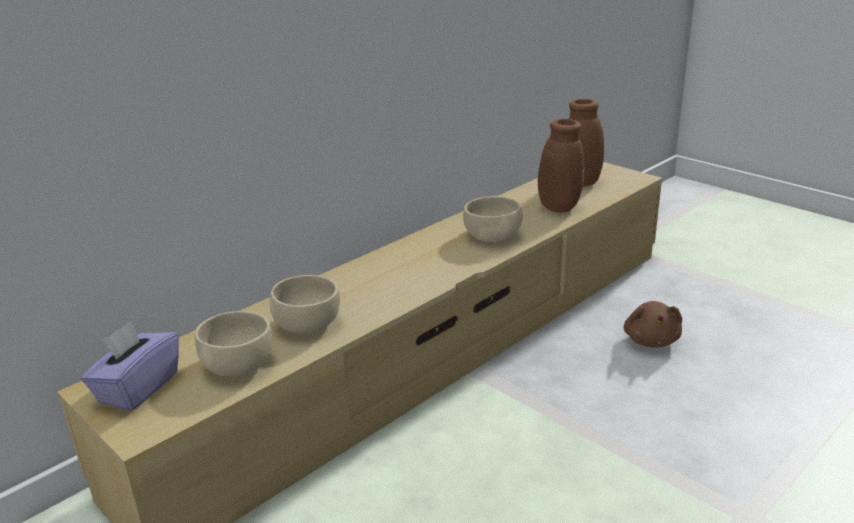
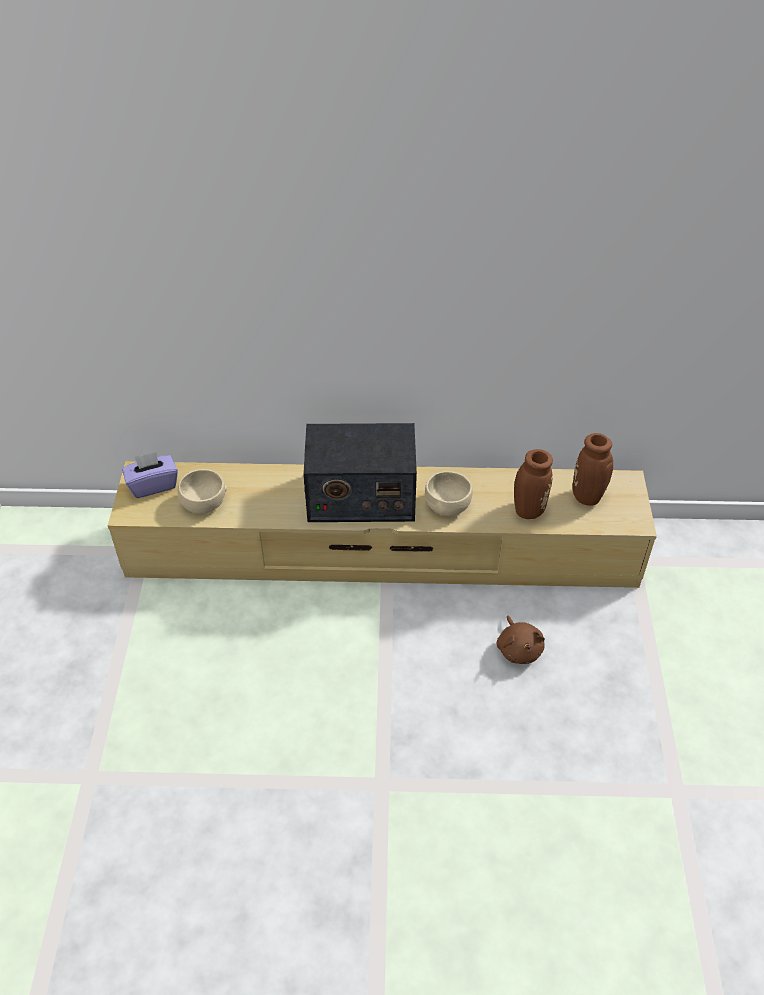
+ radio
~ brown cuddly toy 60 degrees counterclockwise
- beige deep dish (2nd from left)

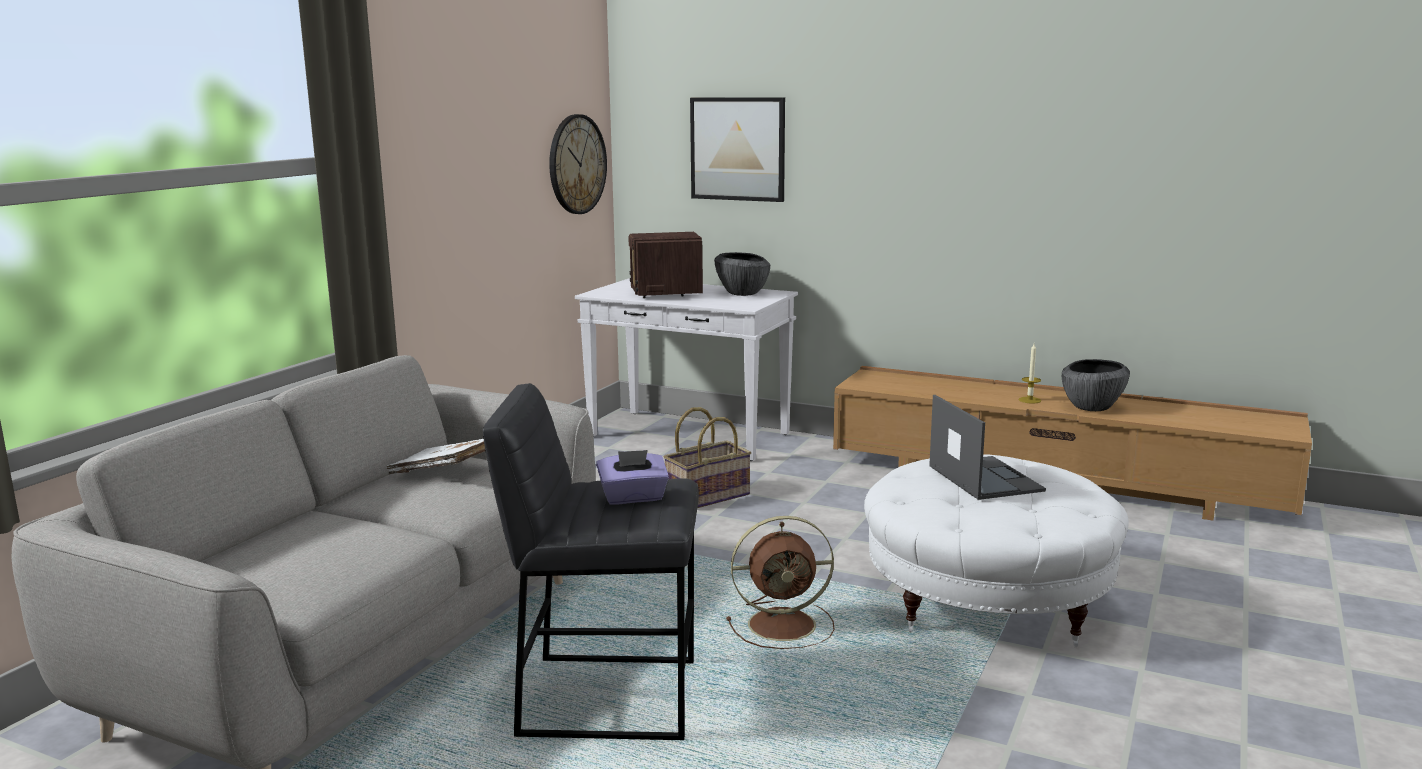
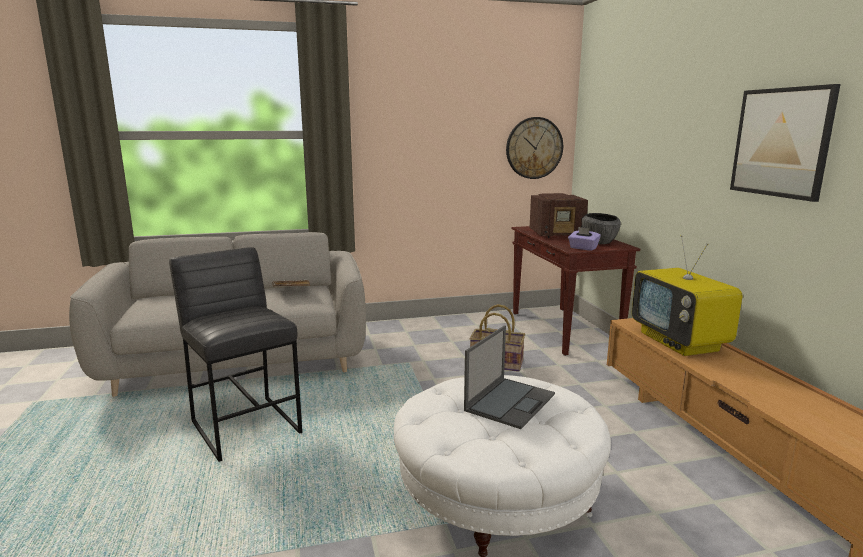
~ whitish narrow table to brown narrow table
~ radio 135 degrees counterclockwise
~ purple-coloured tissue holder
+ television
~ wall picture
- brown electric fan
- wax candle
- deep dish (2nd from left)

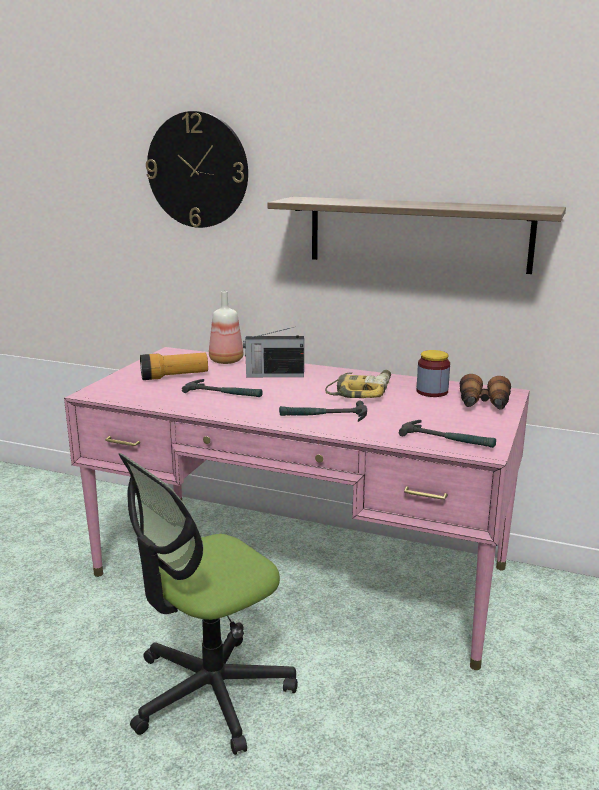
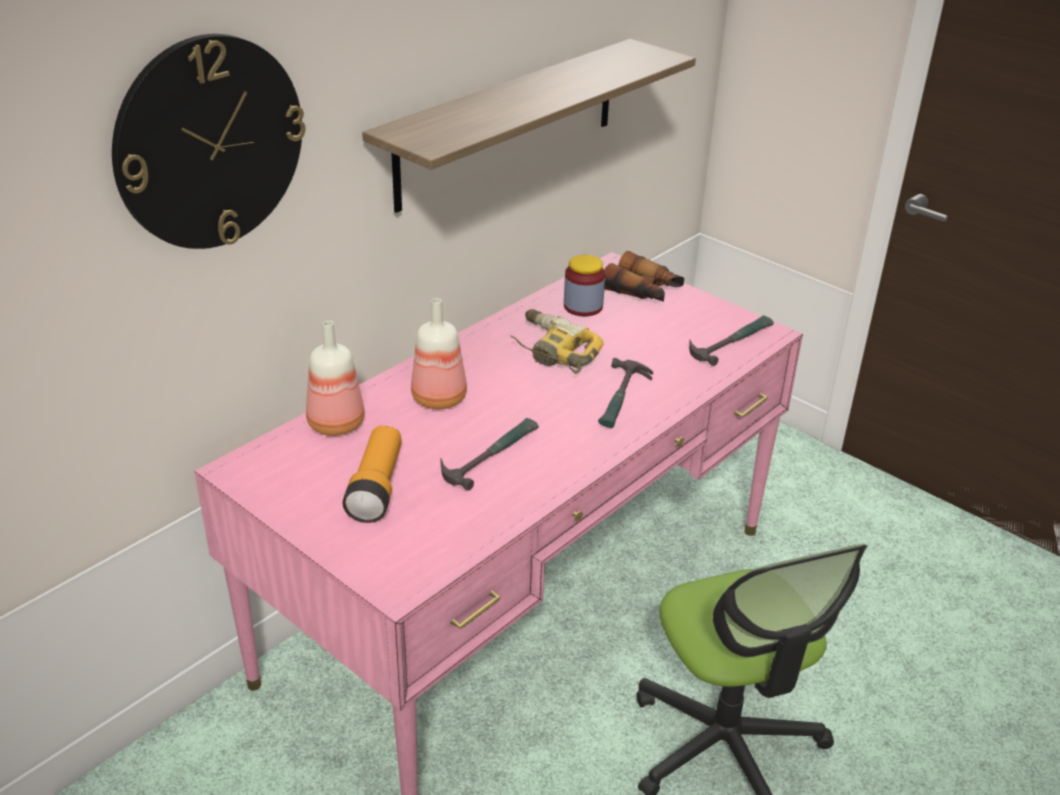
~ radio to bottle (2nd from left)

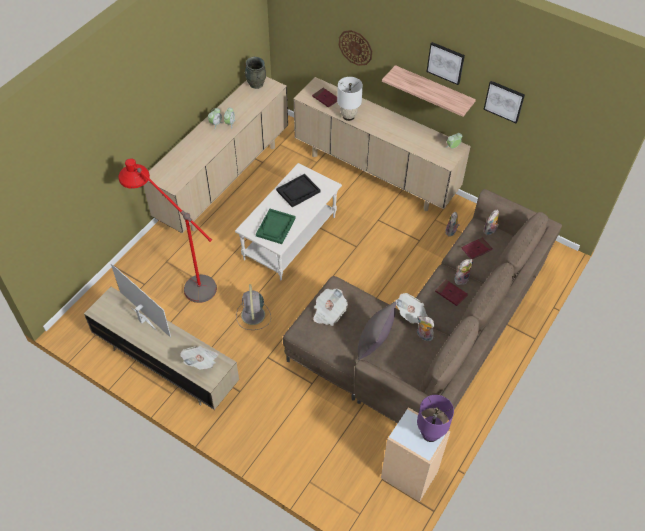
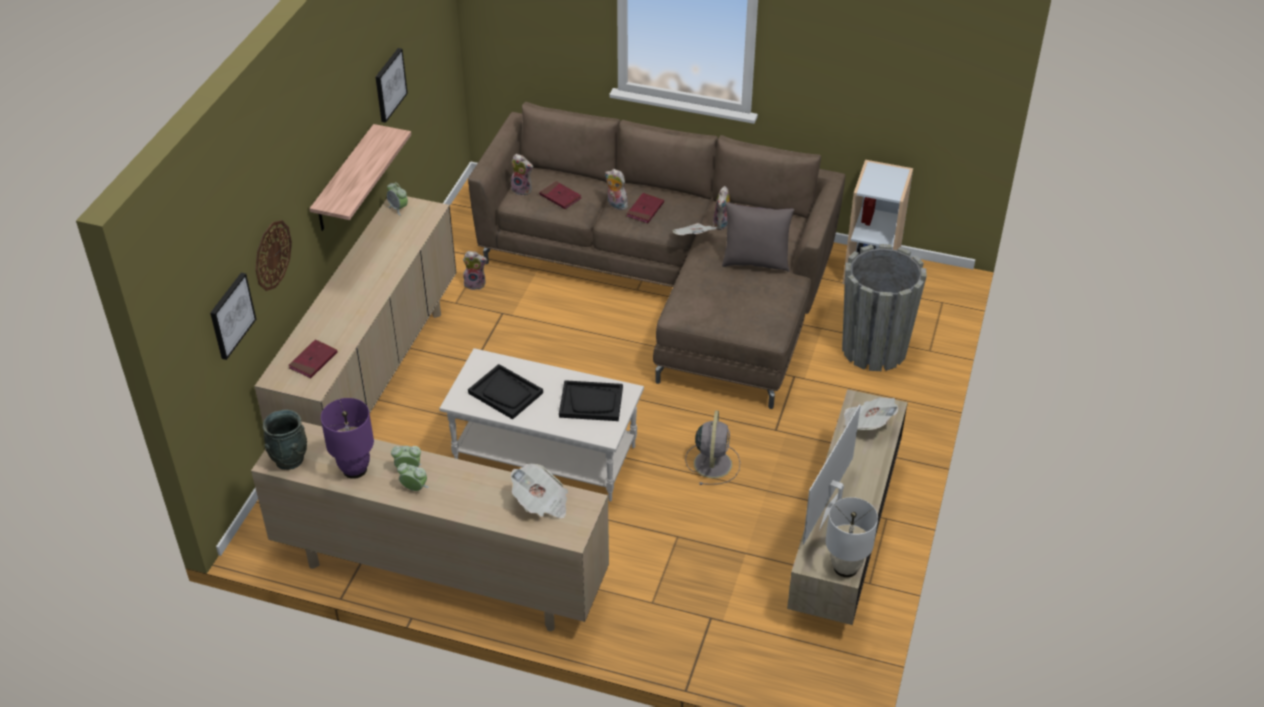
~ wall picture (1st from left)
~ purple-coloured tabletop lamp
~ newspaper (2nd from left in the first image) to newspaper (1st from left)
~ greenish serving tray to black-coloured serving tray (2nd from left)
~ grey electric fan 60 degrees counterclockwise
~ whitish tabletop lamp
+ grey planter
- red standard lamp

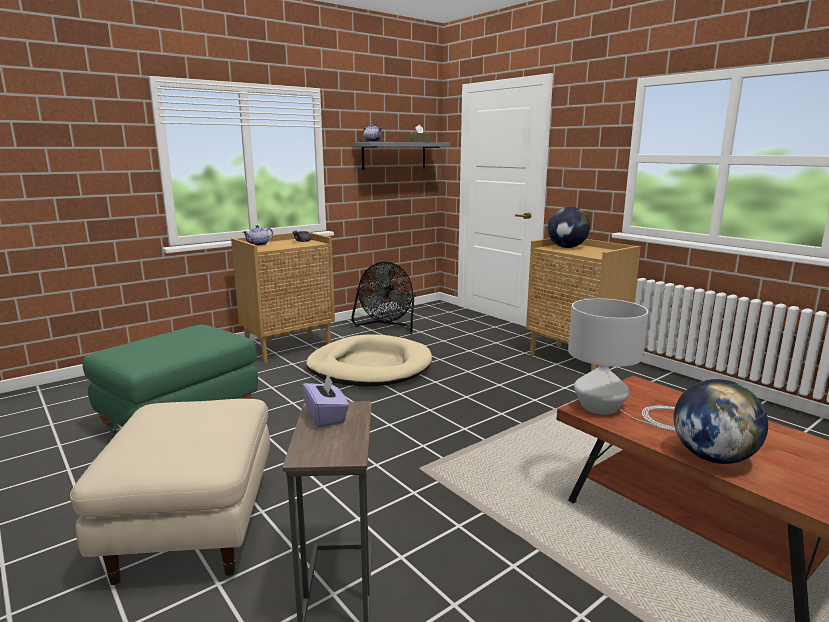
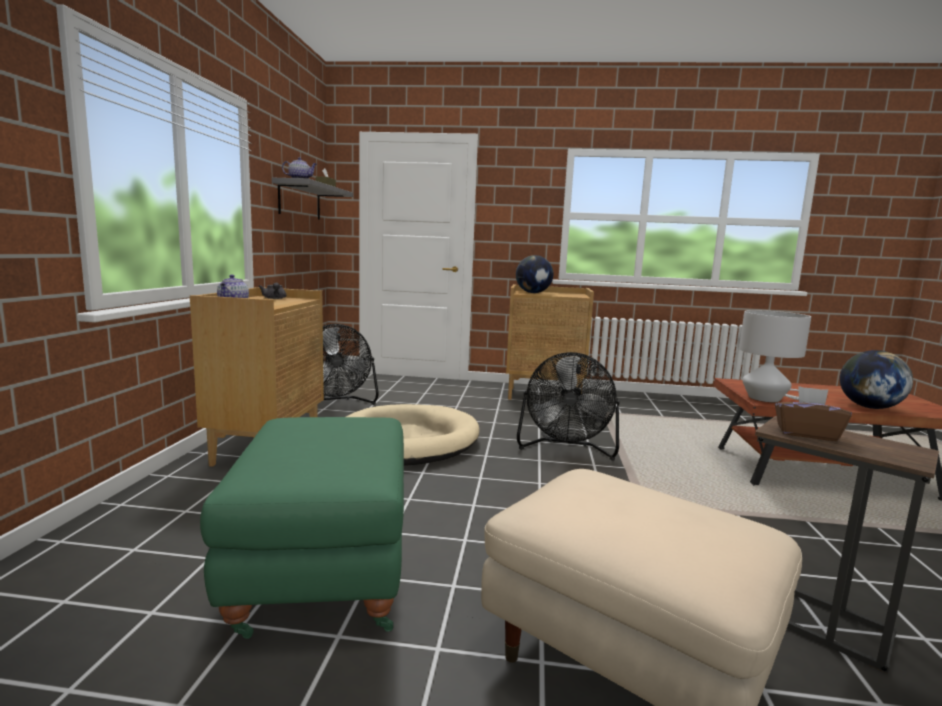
+ black-coloured electric fan (2nd from left)
~ purple-coloured tissue holder to brown tissue holder (2nd from left)

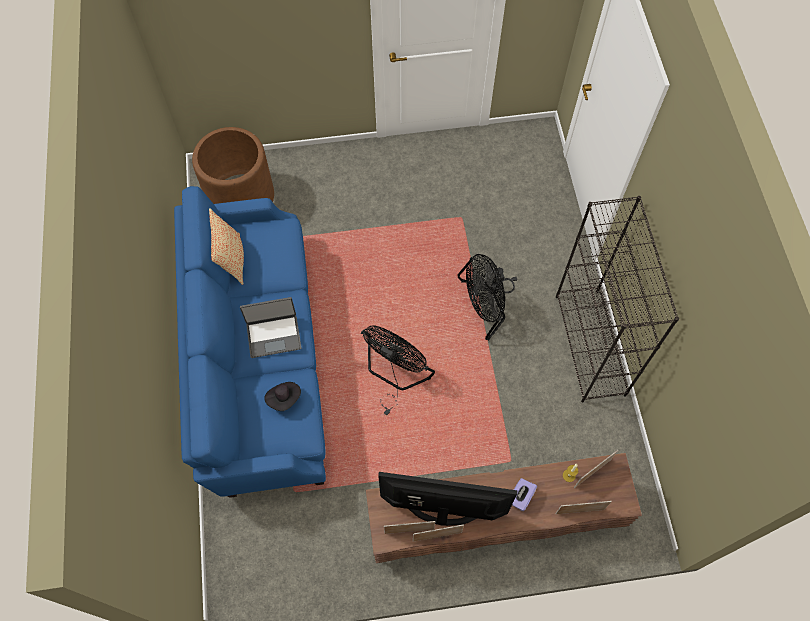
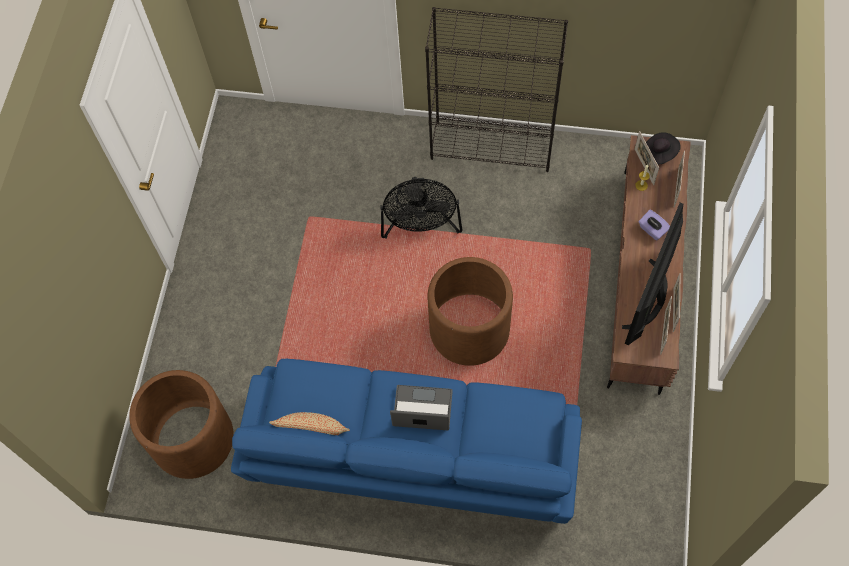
~ portable computer 90 degrees counterclockwise
~ black-coloured electric fan (1st from left) to brown planter (2nd from left)
~ black-coloured hat

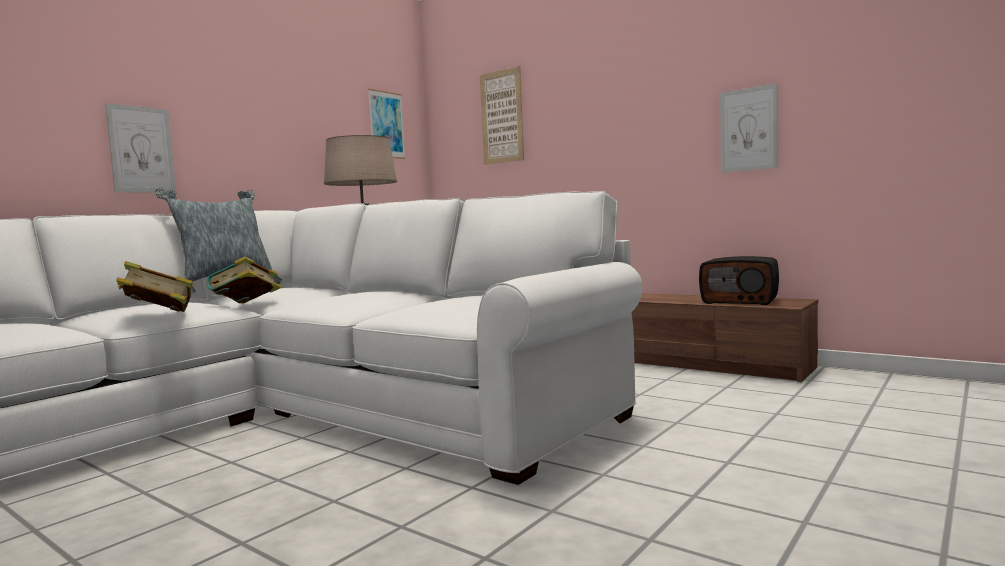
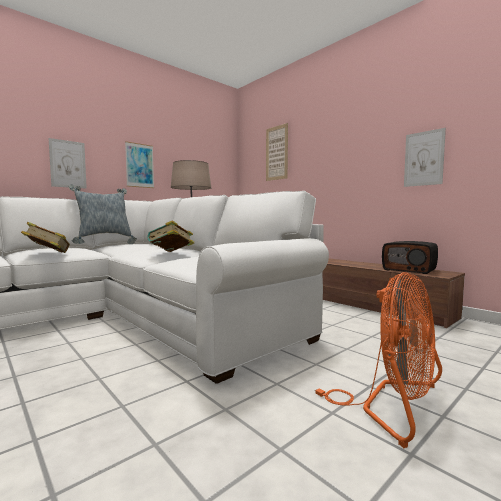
~ wall picture (2nd from left)
~ bound book (2nd from left)
+ orange-coloured electric fan

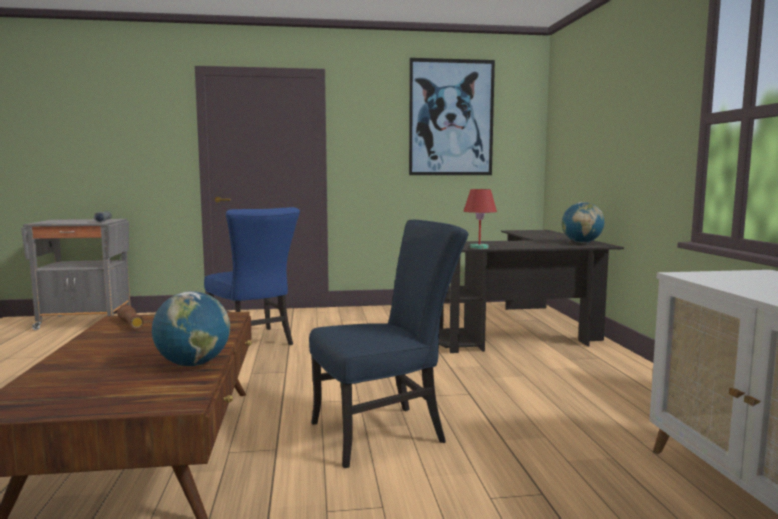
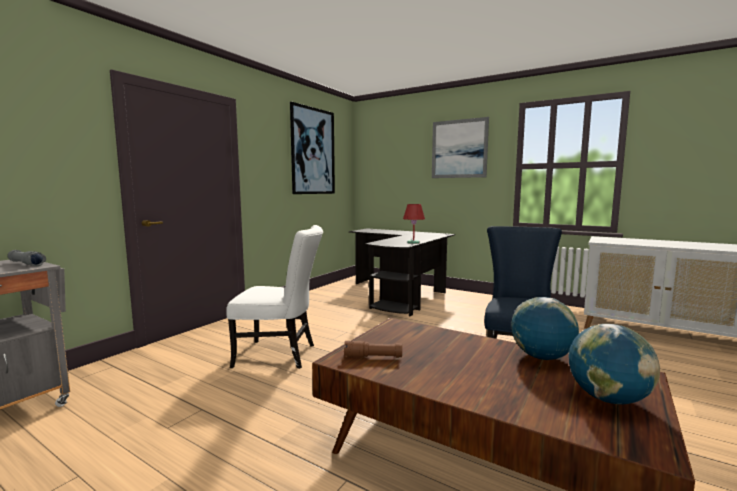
~ blue chair (1st from left) to whitish chair
+ wall picture (2nd from left)
~ world globe (2nd from left)

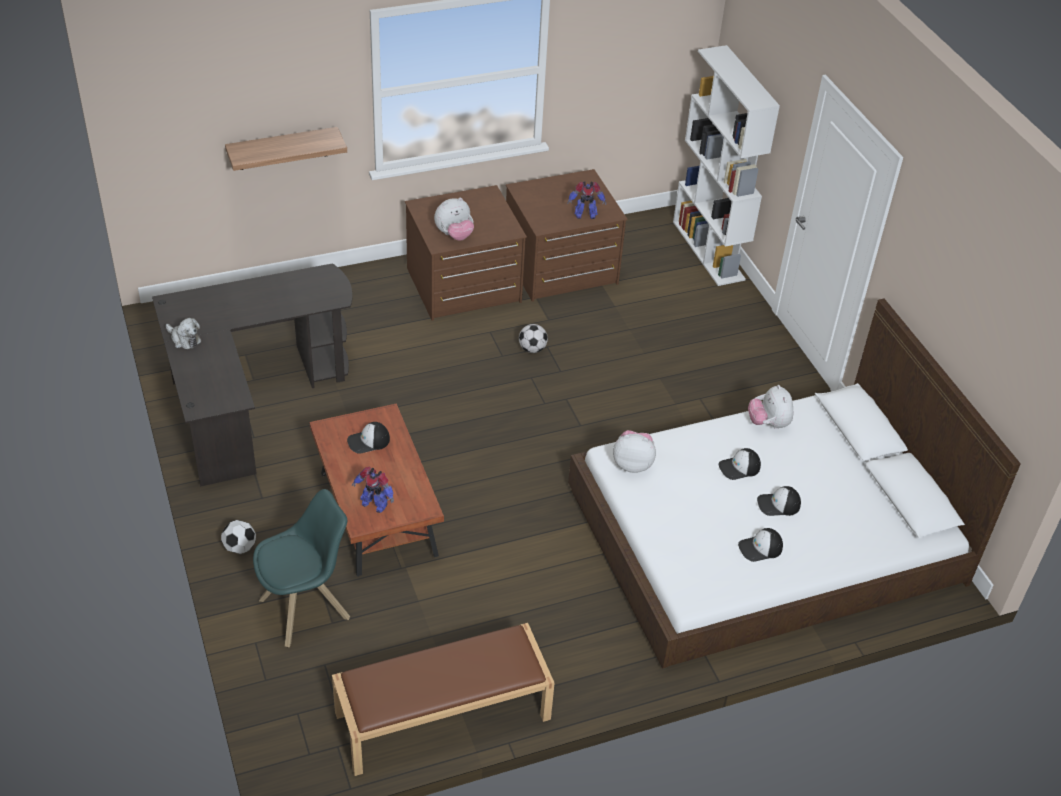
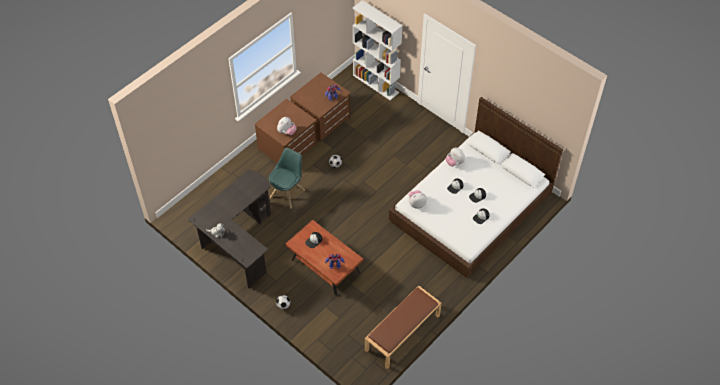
~ turquoise chair
- bracket shelf

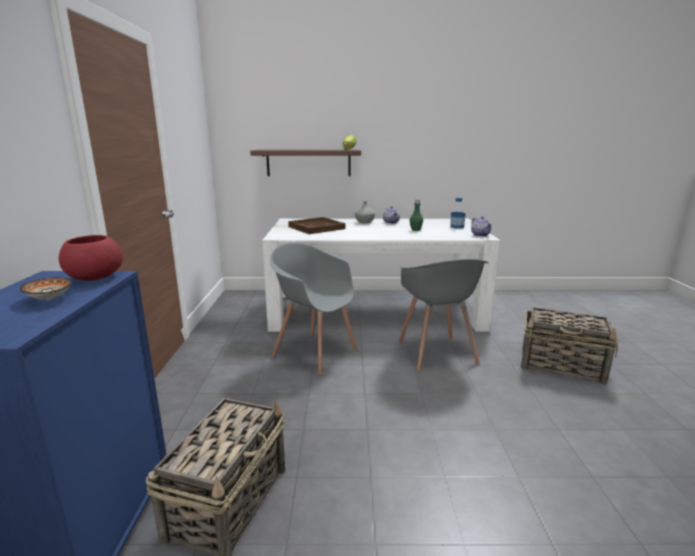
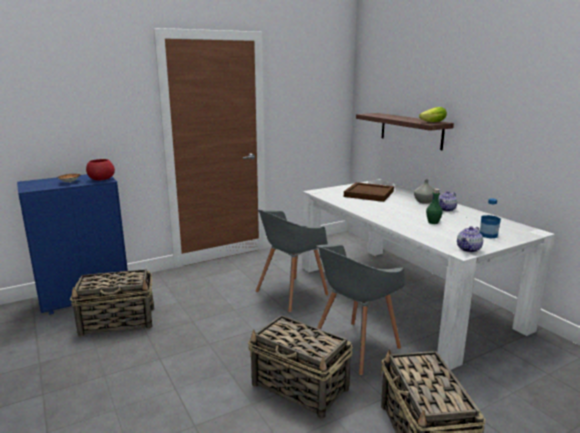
+ household basket (2nd from left)
~ grey chair (1st from left) 135 degrees counterclockwise

